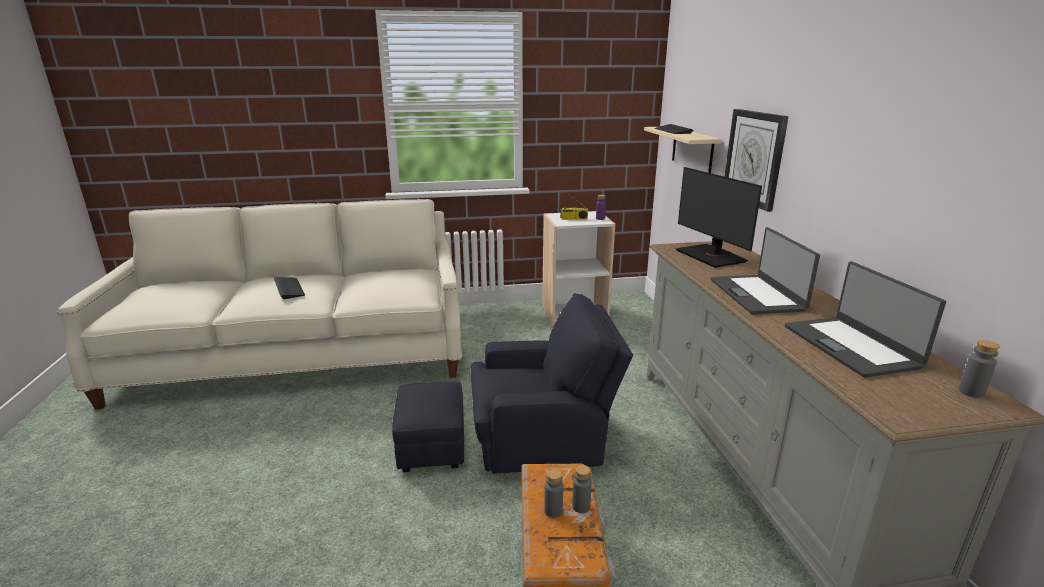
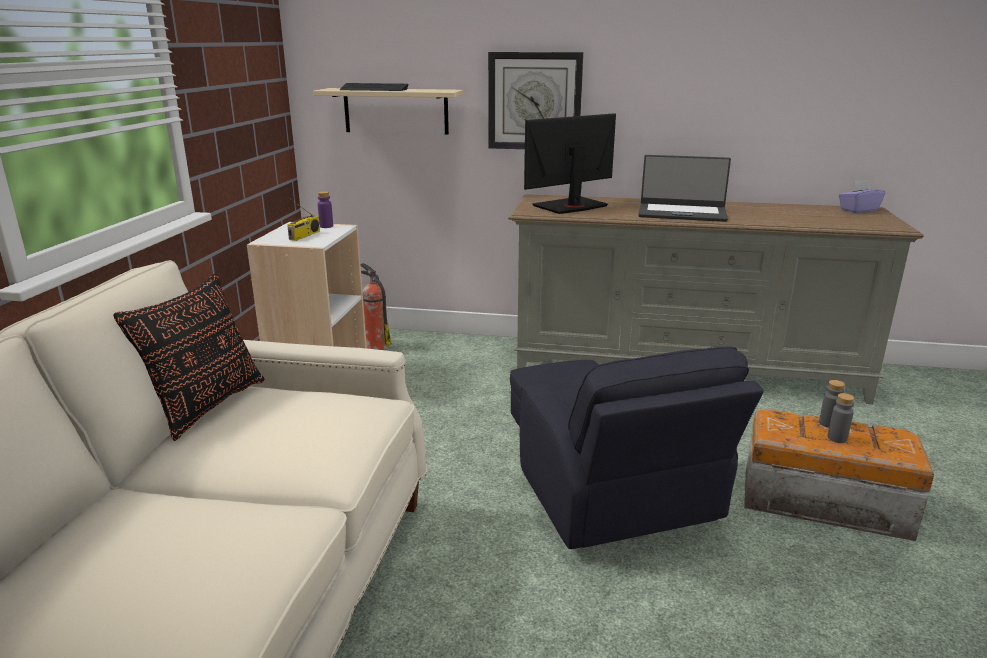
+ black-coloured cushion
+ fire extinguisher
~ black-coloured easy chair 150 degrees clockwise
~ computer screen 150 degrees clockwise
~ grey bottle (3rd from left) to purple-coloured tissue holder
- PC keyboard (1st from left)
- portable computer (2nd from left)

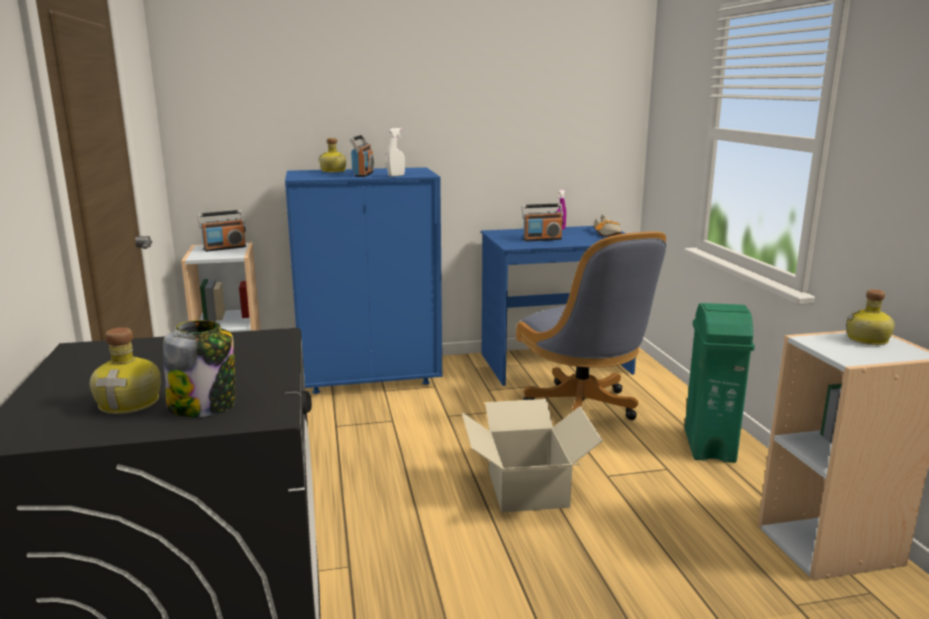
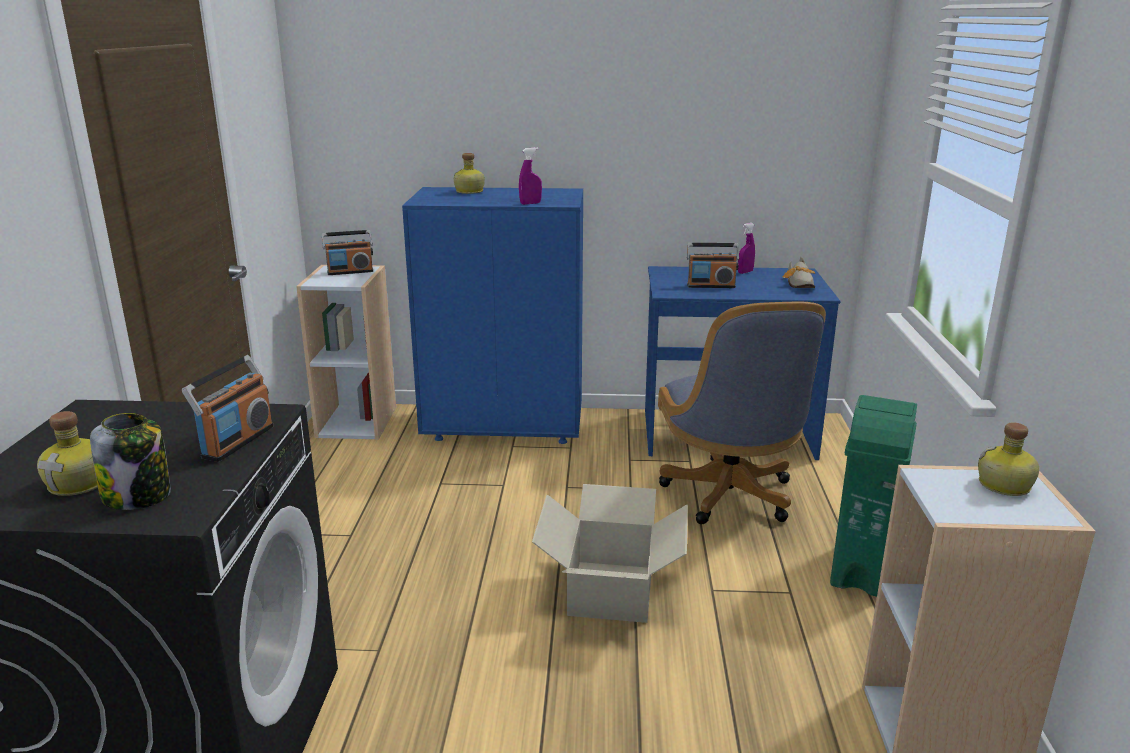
~ radio (2nd from left in the first image) to radio (1st from left)
~ whitish sprayer to purple-coloured sprayer (1st from left)

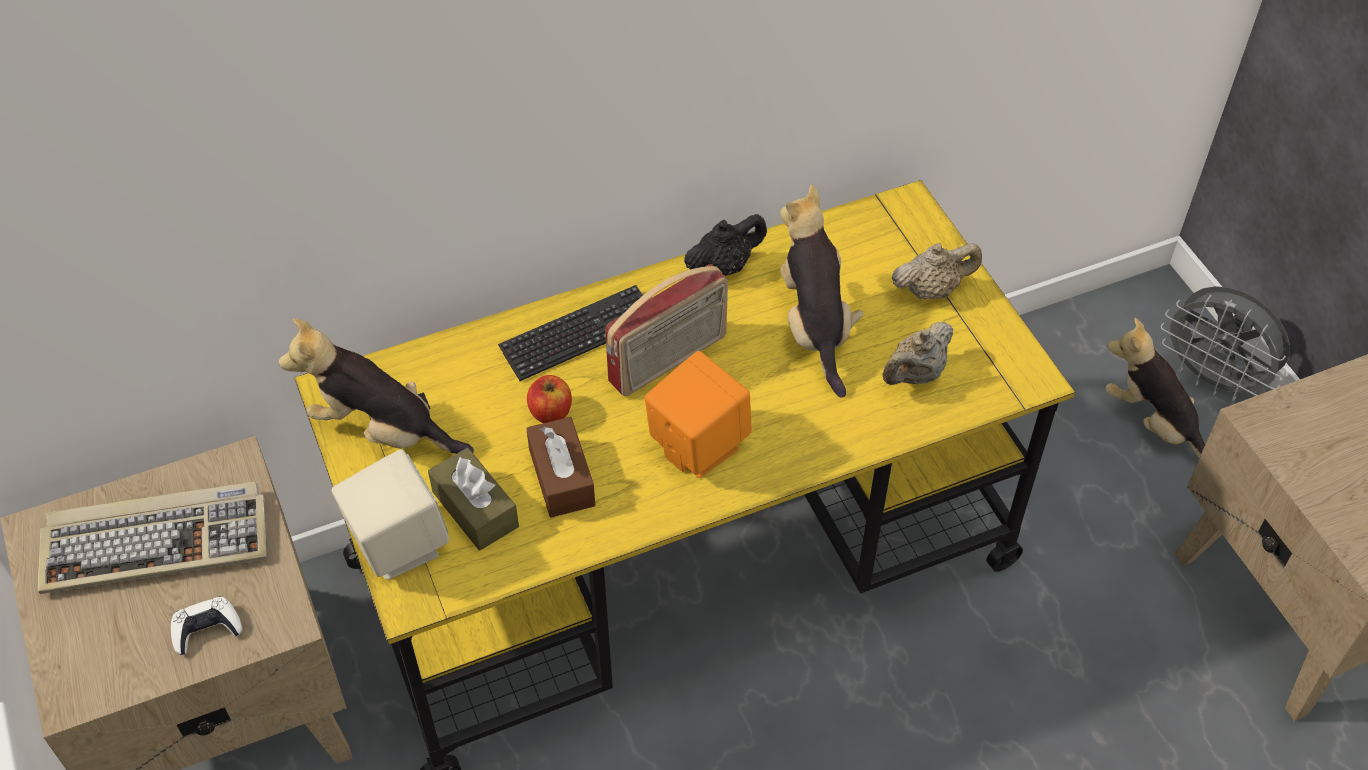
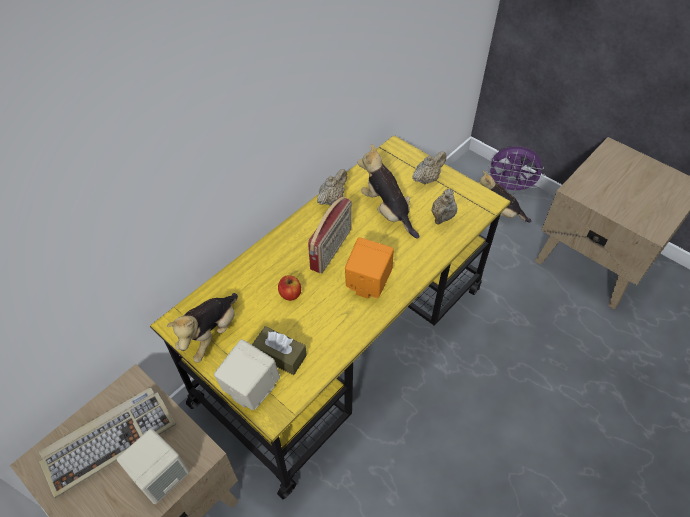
~ whitish game controller to beige audio speaker (1st from left)
~ cuddly toy (1st from left) 60 degrees counterclockwise
~ black-coloured pot for tea to beige pot for tea (1st from left)
~ grey electric fan to purple-coloured electric fan
- PC keyboard (2nd from left)
- brown tissue holder (2nd from left)

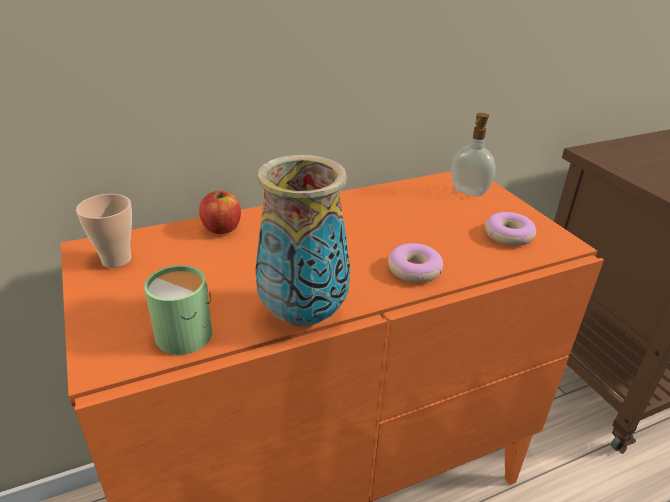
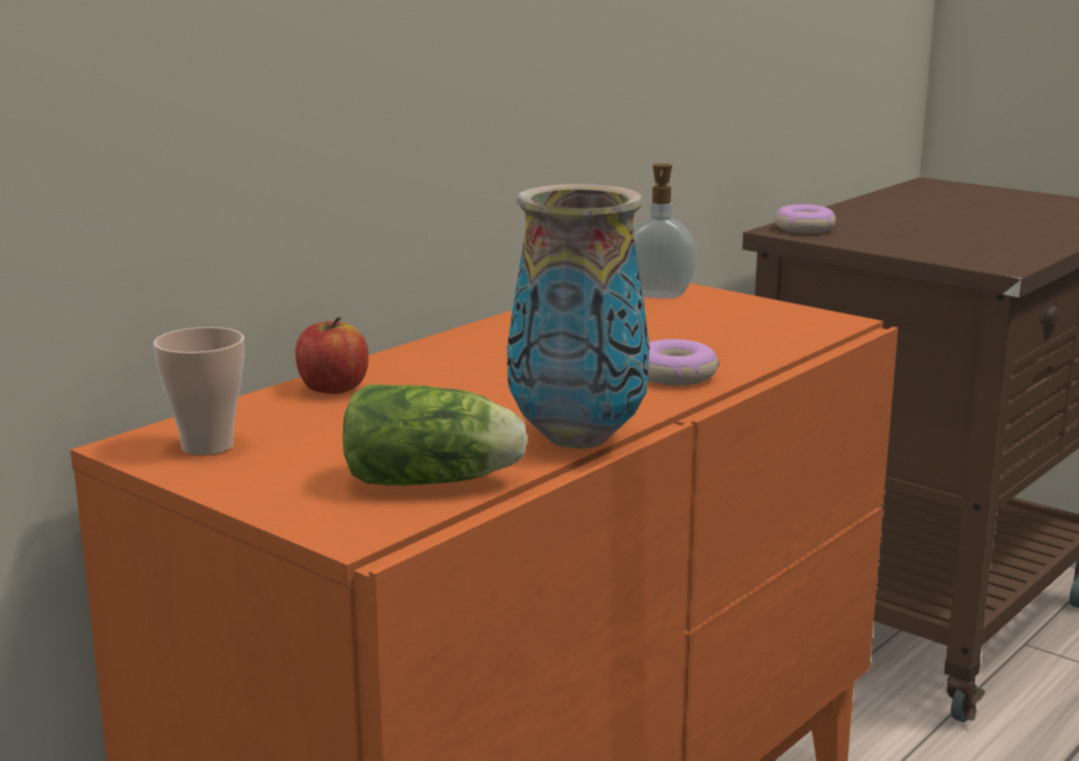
~ greenish tea mug to head of lettuce
~ donut (2nd from left)

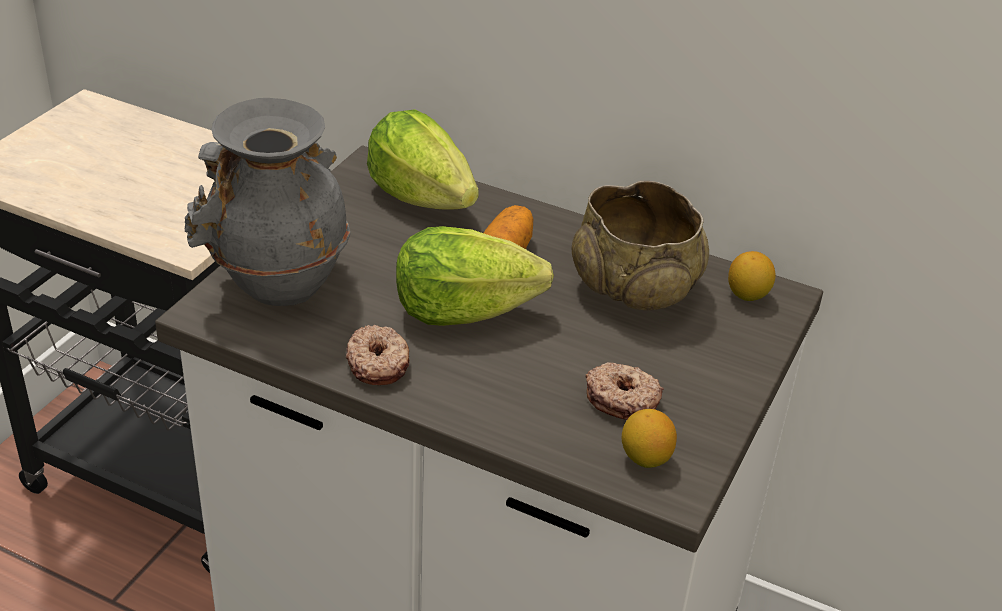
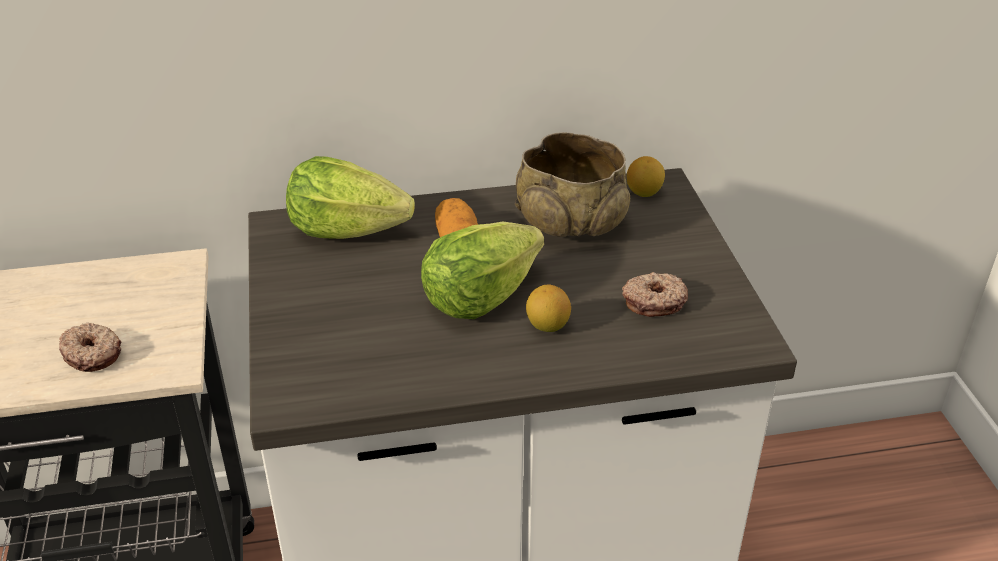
~ donut (1st from left)
~ whole lemon (1st from left)
- grey vase

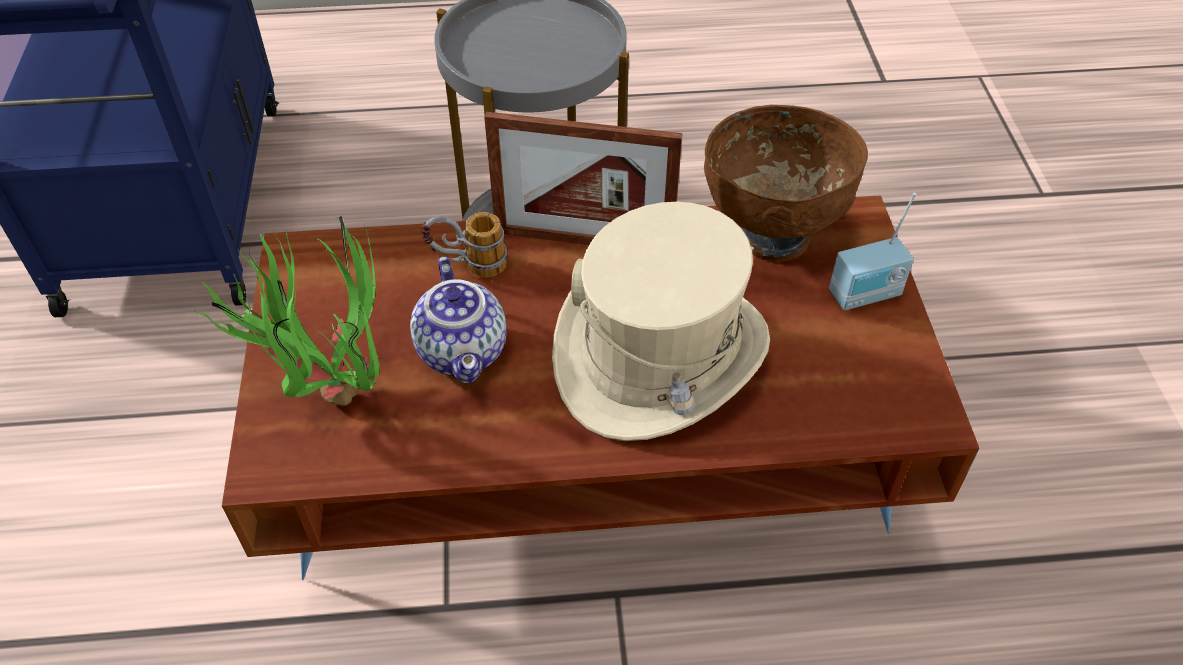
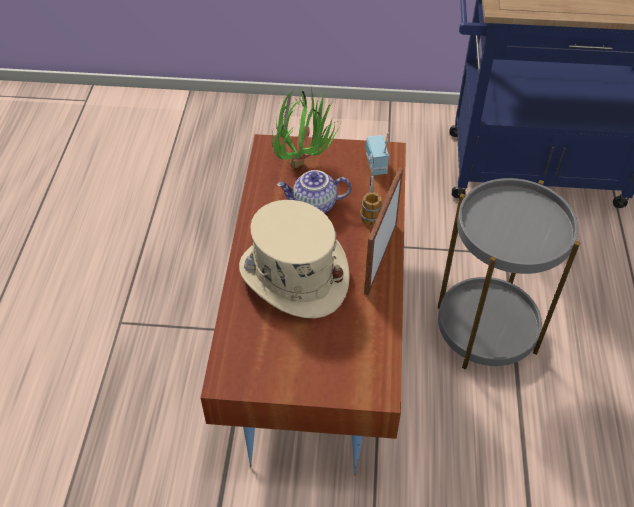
~ radio
- brown deep dish

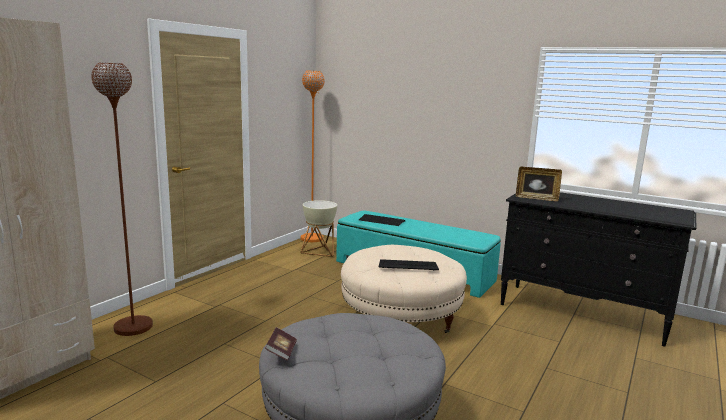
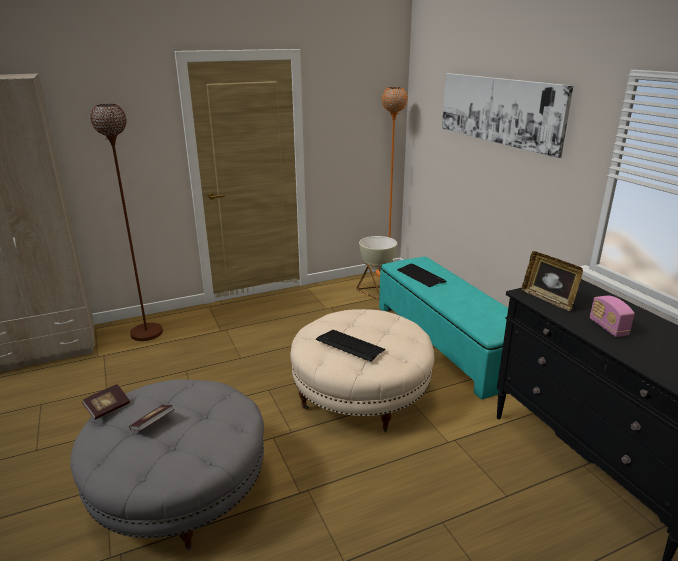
+ bound book (2nd from left)
+ wall picture
+ radio

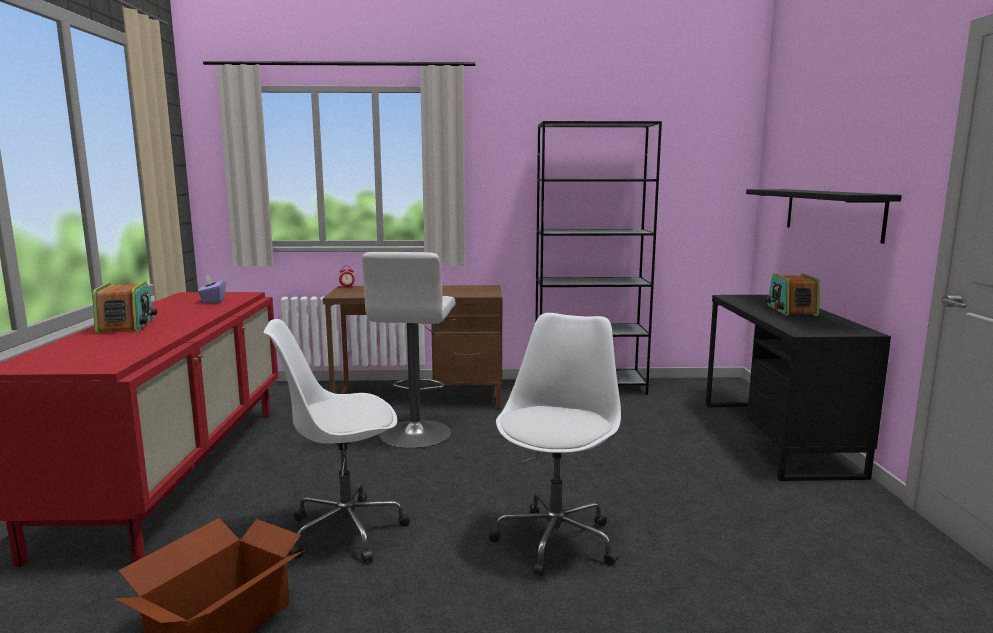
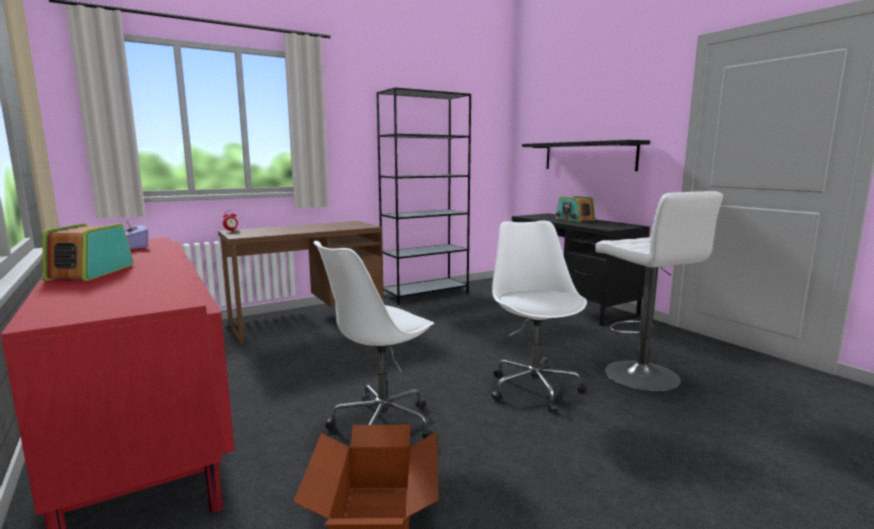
~ radio (1st from left) 135 degrees counterclockwise
~ whitish stool seat

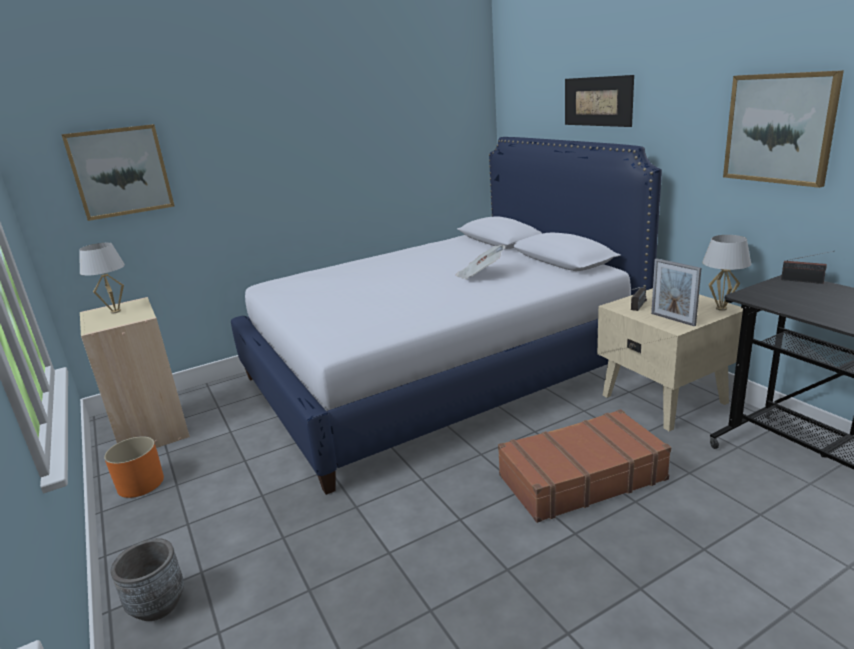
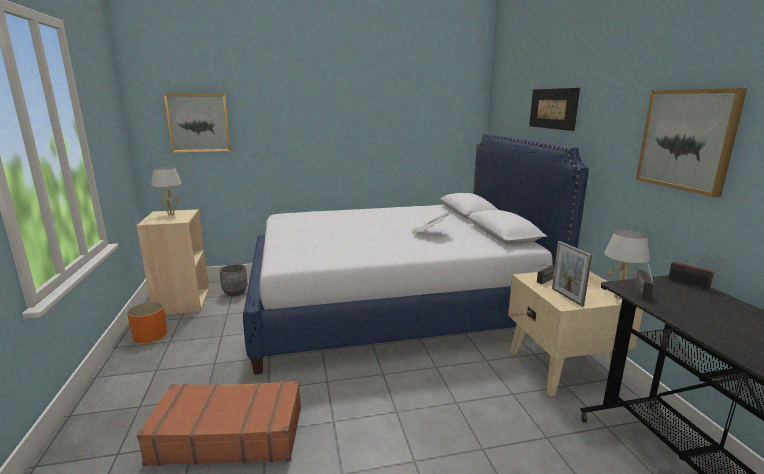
~ brown suitcase
~ grey planter
+ radio (2nd from left)

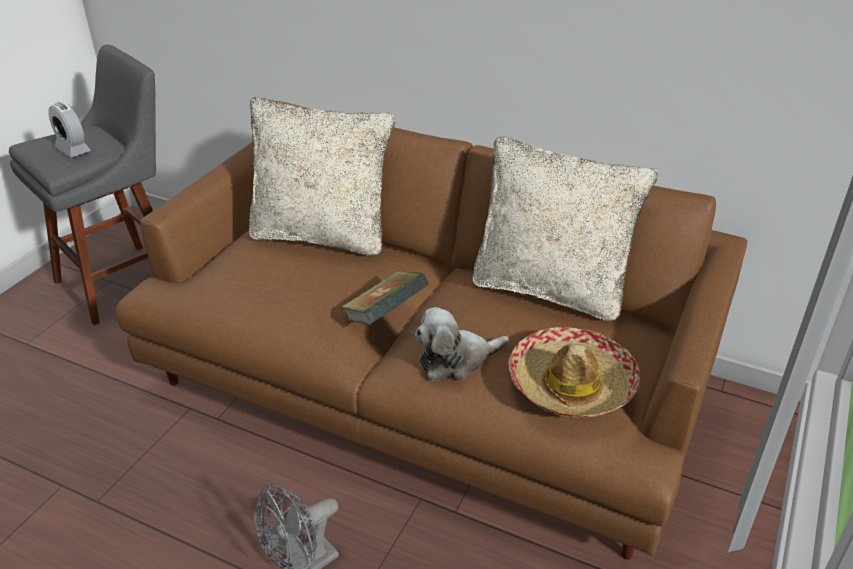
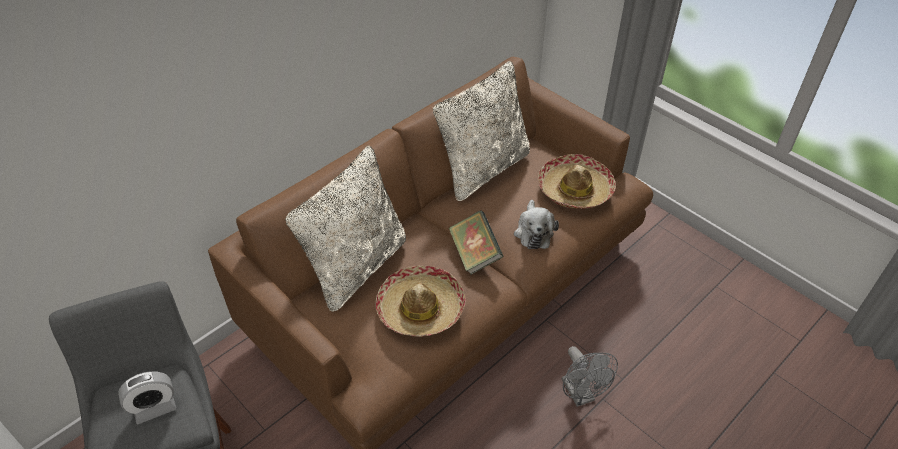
+ hat (1st from left)

